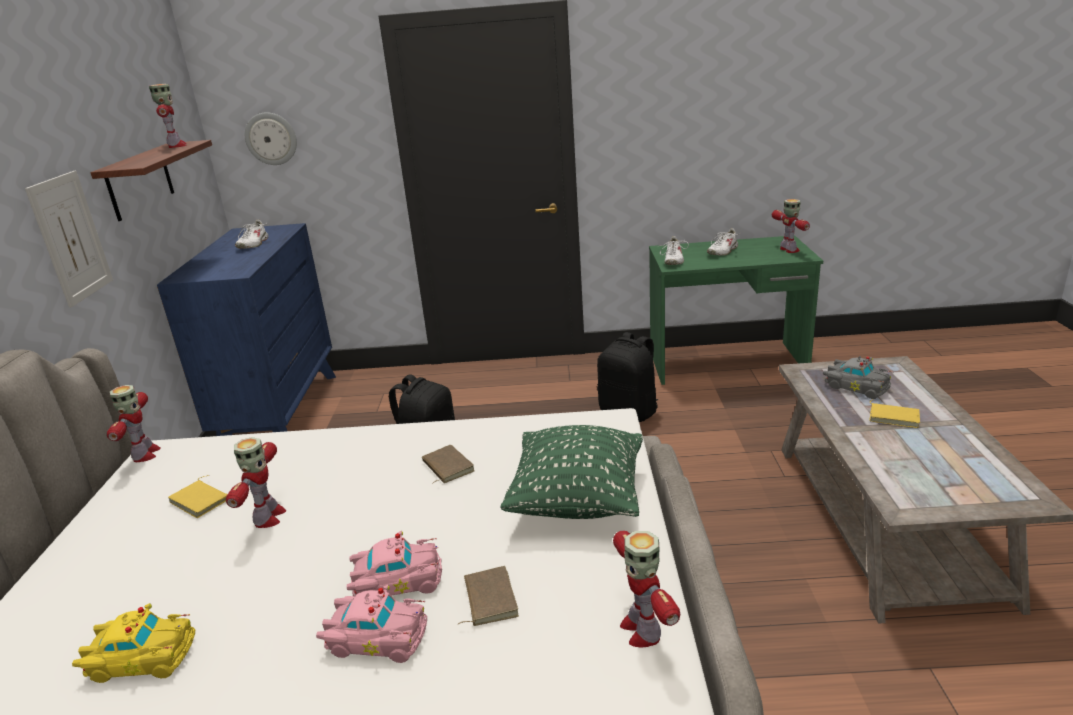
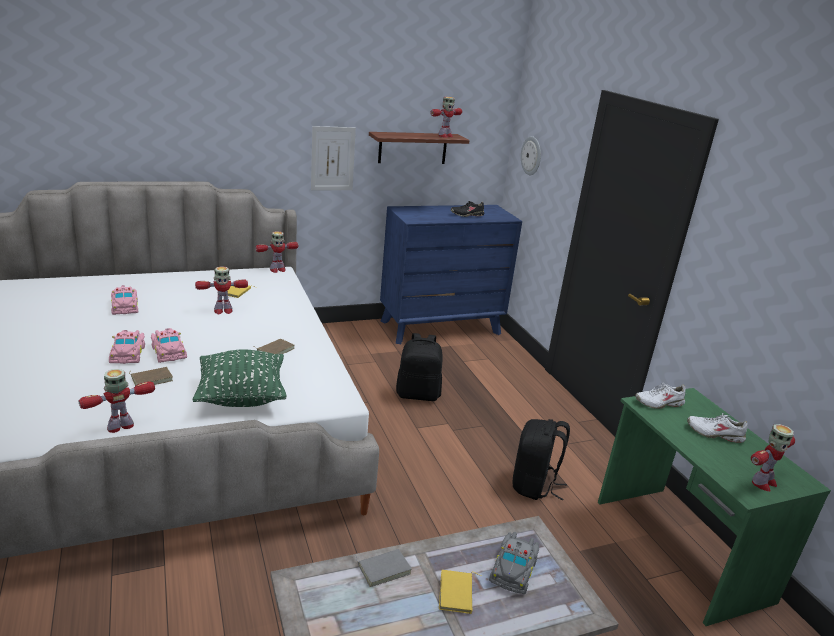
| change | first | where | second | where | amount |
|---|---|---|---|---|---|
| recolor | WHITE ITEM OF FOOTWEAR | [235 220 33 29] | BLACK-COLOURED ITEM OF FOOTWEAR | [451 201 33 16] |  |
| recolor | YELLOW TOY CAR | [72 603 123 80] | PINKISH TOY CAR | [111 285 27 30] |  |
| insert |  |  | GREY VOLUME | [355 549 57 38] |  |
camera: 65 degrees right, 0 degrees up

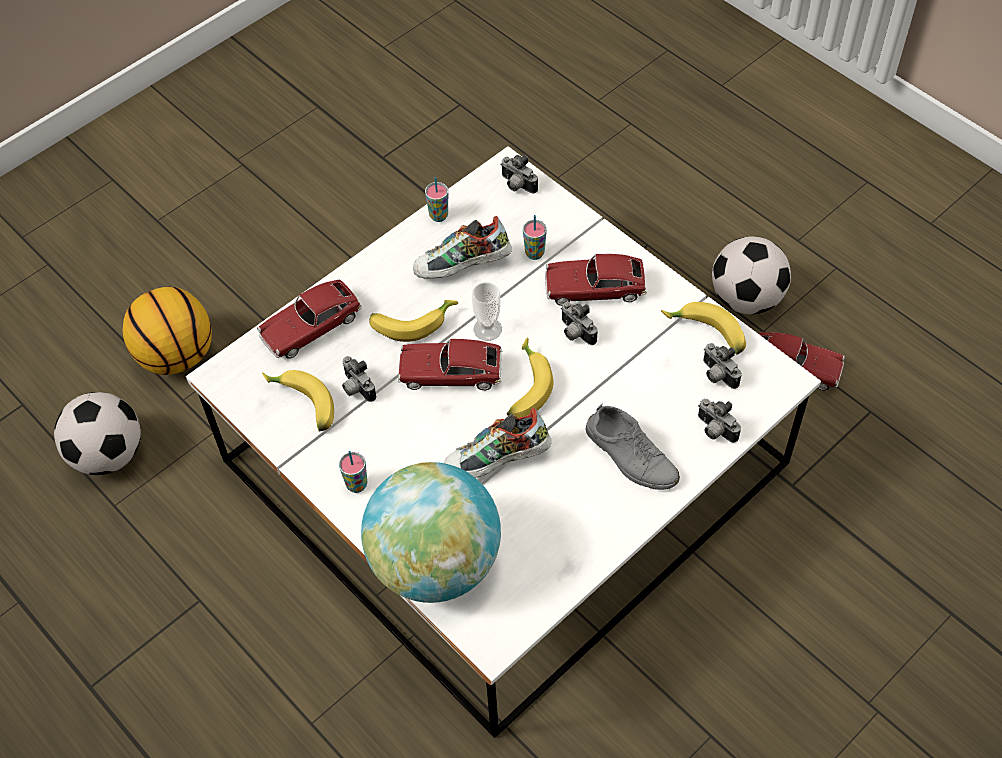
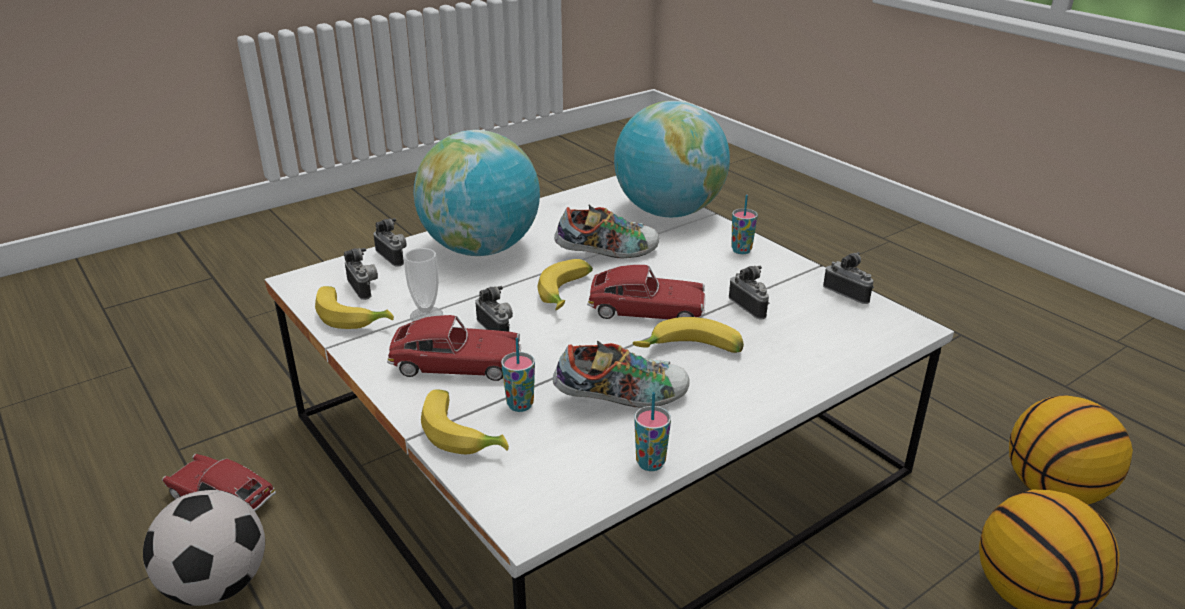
| change | first | where | second | where | amount |
|---|---|---|---|---|---|
| move | STILL CAMERA | [500 155 38 39] |  | [823 252 51 52] |  |
| delete | TOY CAR | [257 279 105 80] |  |  |  |
| move | SMALL CUP | [472 282 30 59] |  | [404 248 39 73] |  |
| move | BANANA FRUIT | [262 370 72 62] |  | [421 389 88 65] |  |
| replace | BALL FOR FOOTBALL | [54 392 87 83] | BASKETBALL BALL | [1009 395 124 110] |  |
| replace | GREY ITEM OF FOOTWEAR | [586 403 94 87] | DESK GLOBE | [414 130 126 126] |  |
camera: 175 degrees left, 25 degrees down

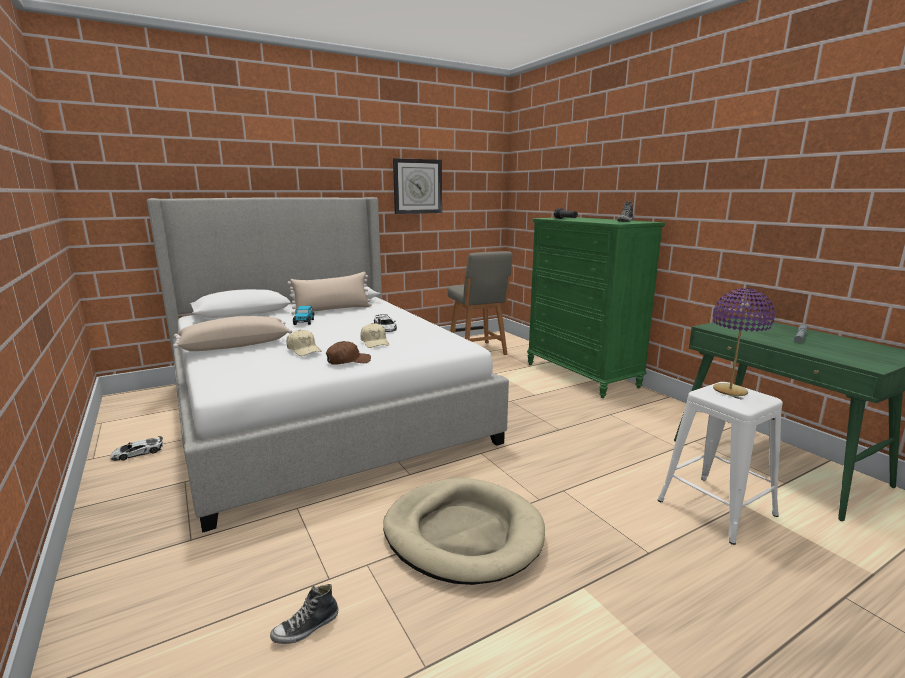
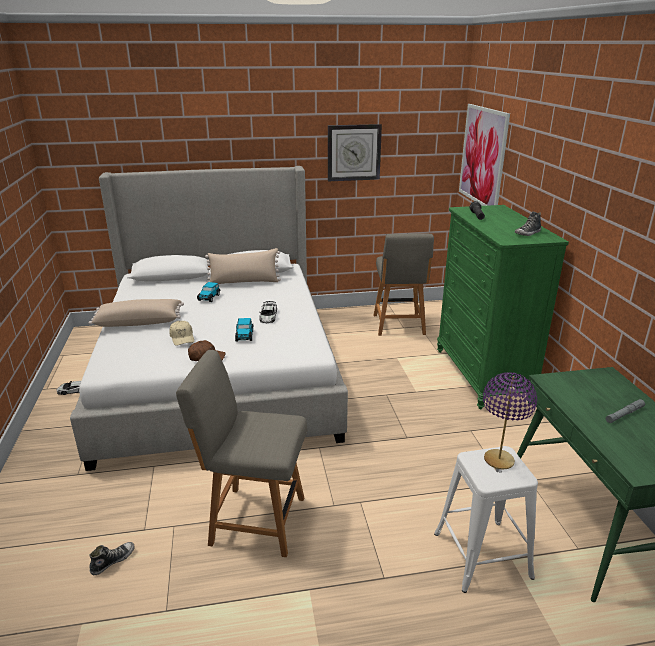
| change | first | where | second | where | amount |
|---|---|---|---|---|---|
| replace | BEIGE PEAKED CAP | [360 323 29 25] | TOY CAR | [235 318 19 23] |  |
| replace | BEIGE DOG CUSHION | [383 478 162 107] | GREY PLAIN CHAIR | [176 350 131 207] |  |
| rotate | ITEM OF FOOTWEAR | [270 584 68 60] |  | [89 542 46 33] | 150 degrees clockwise |
| insert |  |  | WALL PICTURE | [459 104 51 102] |  |
camera: 20 degrees right, 10 degrees up

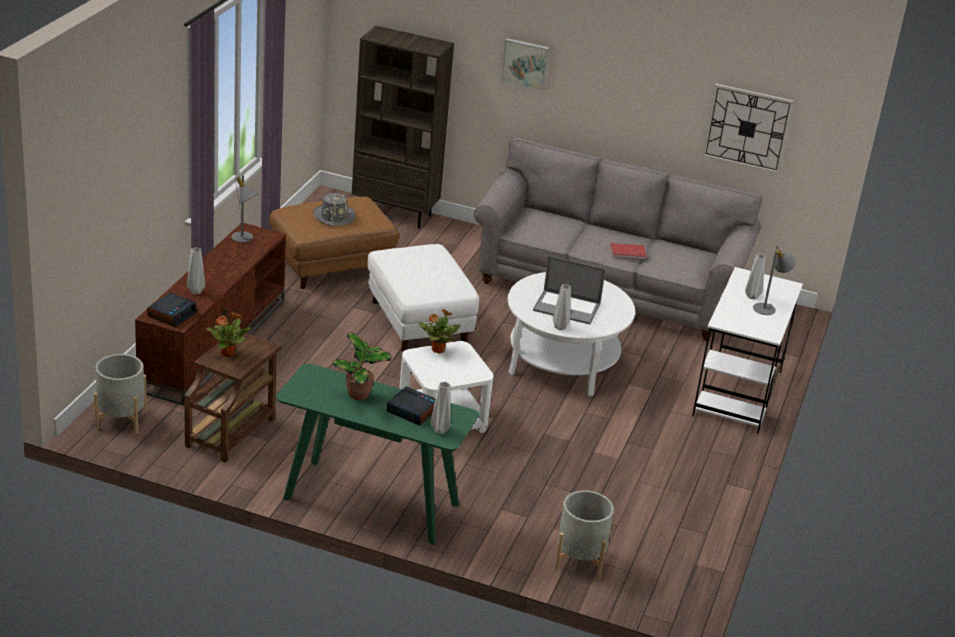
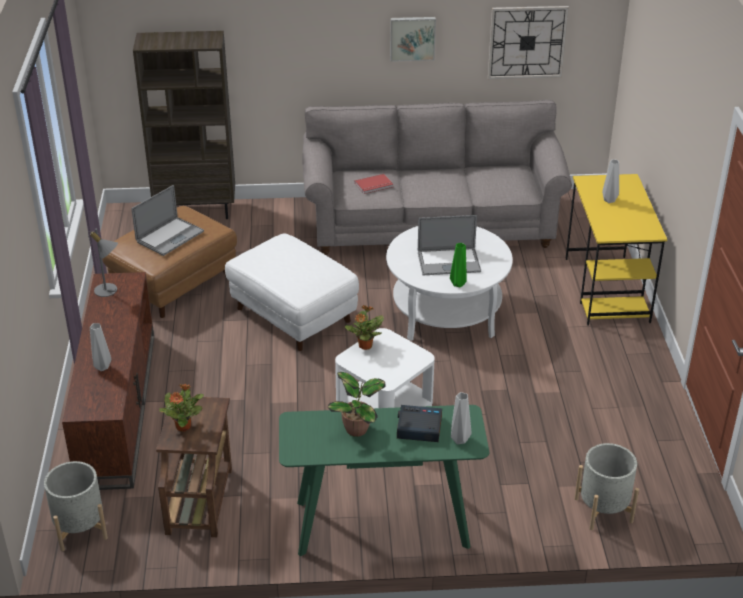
| change | first | where | second | where | amount |
|---|---|---|---|---|---|
| move | WALL PICTURE | [501 38 49 53] |  | [390 17 46 44] |  |
| replace | GREY CLOTHING HAT | [313 193 43 33] | NOTEBOOK COMPUTER | [131 185 73 71] |  |
| move | RED-COLOURED VOLUME | [611 243 36 17] |  | [355 174 38 20] |  |
| delete | GREY TABLE LAMP | [753 246 43 69] |  |  |  |
| recolor | WHITE DESK UNIT | [692 267 111 167] | YELLOW DESK UNIT | [566 174 102 152] |  |
| recolor | GREY VASE | [553 284 18 46] | GREEN VASE | [450 243 17 44] |  |
| delete | BEDSIDE CLOCK | [147 293 50 34] |  |  |  |
camera: 20 degrees left, 5 degrees up

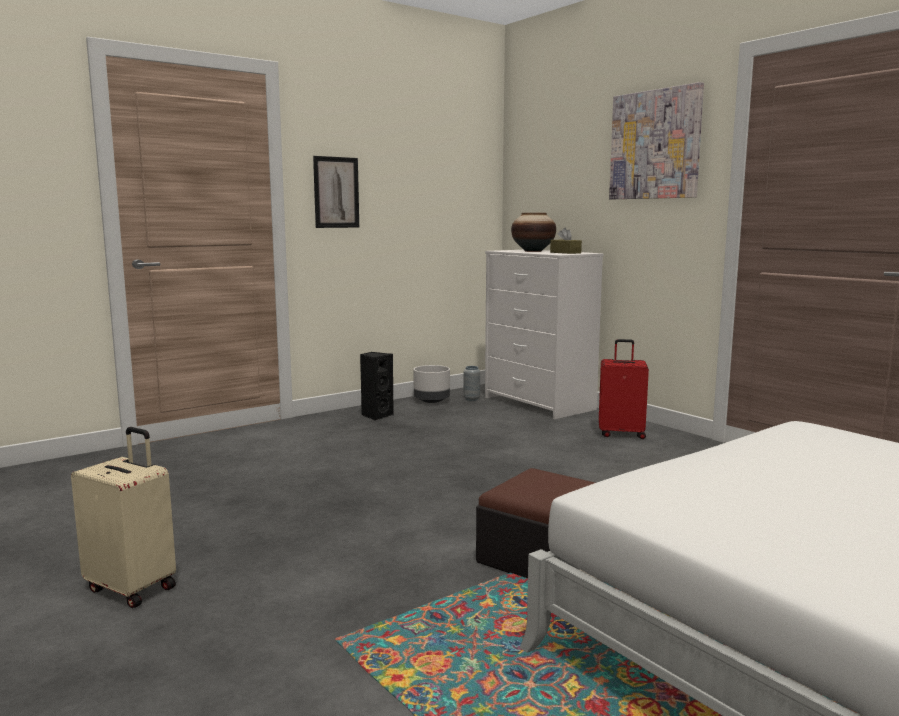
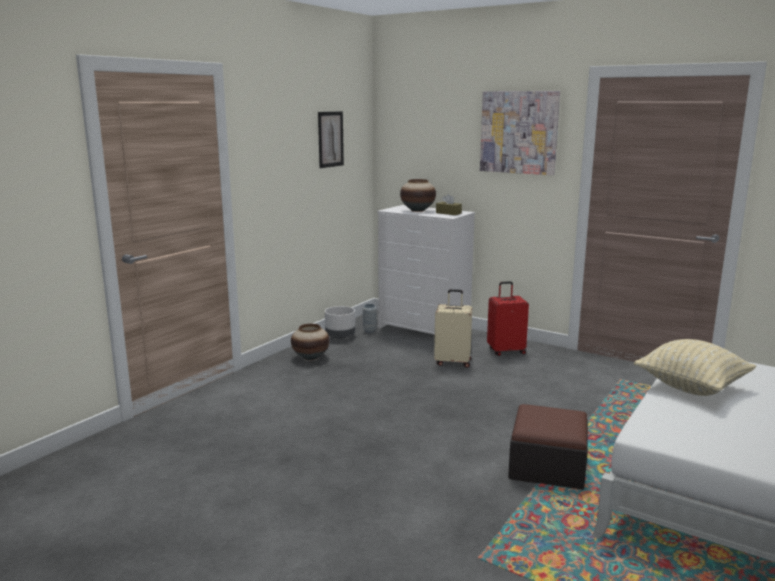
| change | first | where | second | where | amount |
|---|---|---|---|---|---|
| move | WALL PICTURE | [313 156 46 72] |  | [318 111 26 57] |  |
| replace | BLACK-COLOURED SPEAKER | [360 352 34 69] | VASE | [291 324 39 36] |  |
| move | BEIGE PIECE OF LUGGAGE | [71 427 105 181] |  | [434 289 38 79] |  |
| insert |  |  | BEIGE CUSHION | [634 339 122 57] |  |
camera: 20 degrees left, 5 degrees up

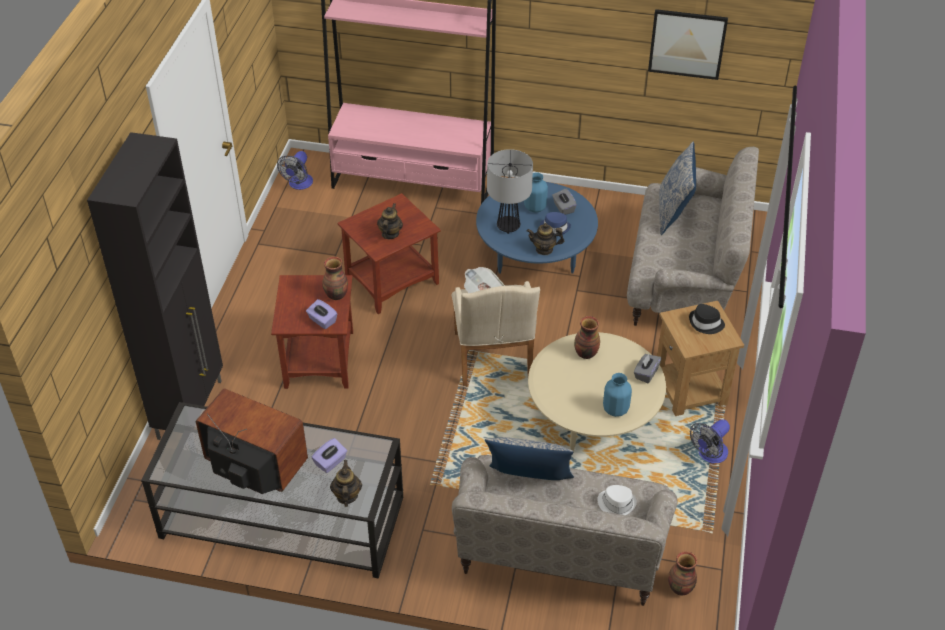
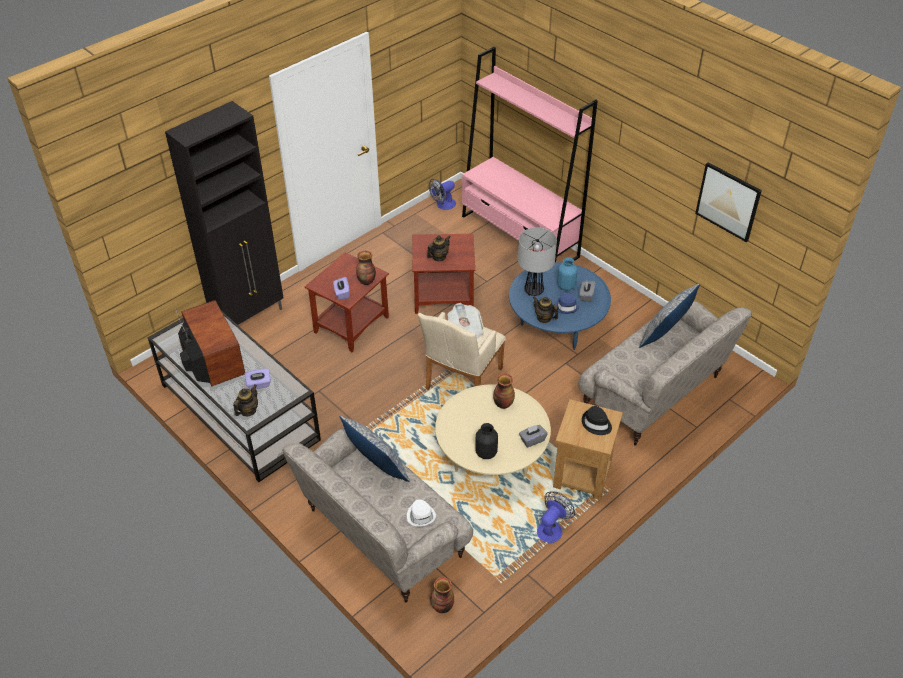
| change | first | where | second | where | amount |
|---|---|---|---|---|---|
| recolor | BLUE-COLOURED VASE | [603 373 29 44] | BLACK-COLOURED VASE | [475 423 23 36] |  |
| rotate | COOLING FAN | [690 419 40 45] |  | [537 491 38 52] | 135 degrees clockwise |
camera: 35 degrees right, 0 degrees up

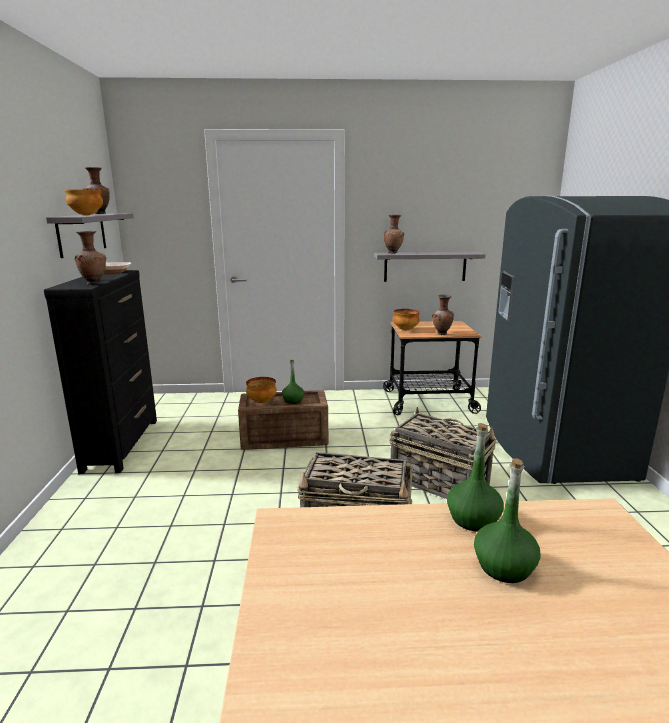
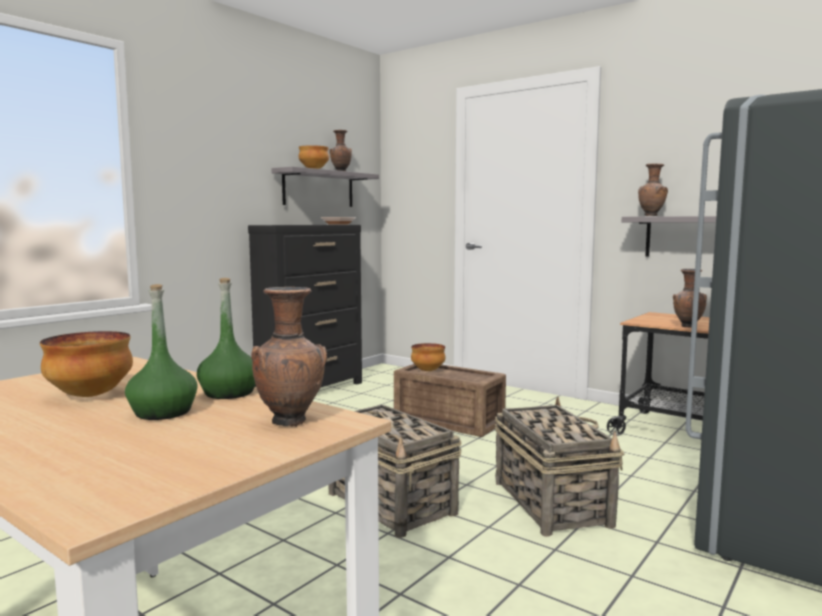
| change | first | where | second | where | amount |
|---|---|---|---|---|---|
| move | BROWN VASE | [75 231 31 54] |  | [251 287 76 140] |  |
| move | BOWL | [393 309 27 21] |  | [40 331 93 66] |  |
| delete | GREEN BOTTLE | [282 360 22 44] |  |  |  |
camera: 40 degrees right, 10 degrees down

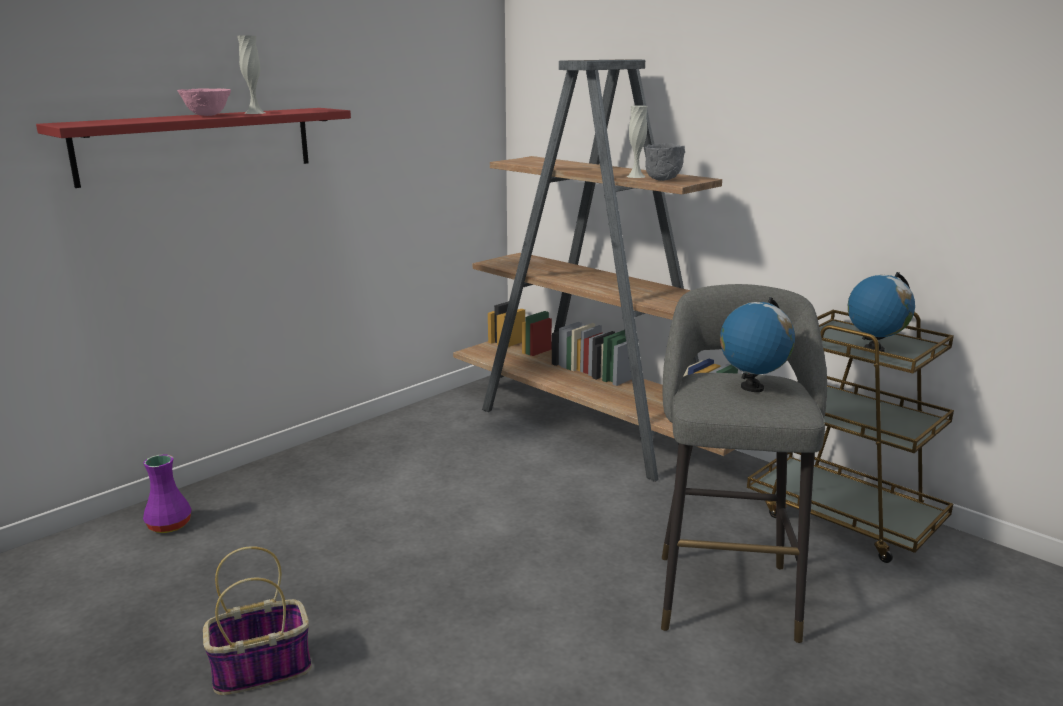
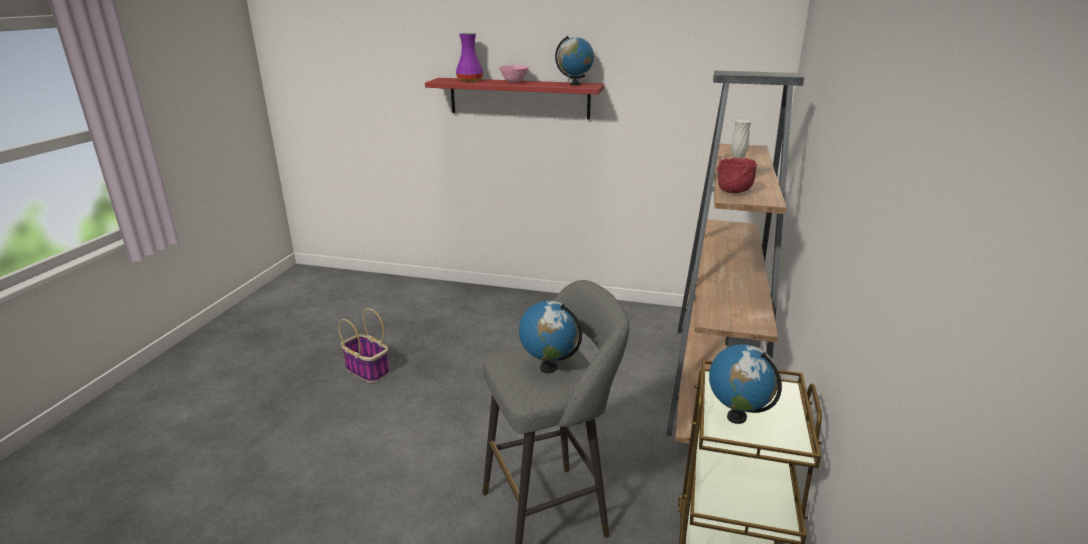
| change | first | where | second | where | amount |
|---|---|---|---|---|---|
| delete | WHITE VASE | [237 36 28 78] |  |  |  |
| recolor | GREY BOWL | [645 143 40 38] | RED-COLOURED BOWL | [717 158 40 35] |  |
| move | PURPLE-COLOURED VASE | [143 454 49 79] |  | [456 33 27 49] |  |
| insert |  |  | DESK GLOBE | [555 36 39 50] |  |
camera: 60 degrees right, 5 degrees up

